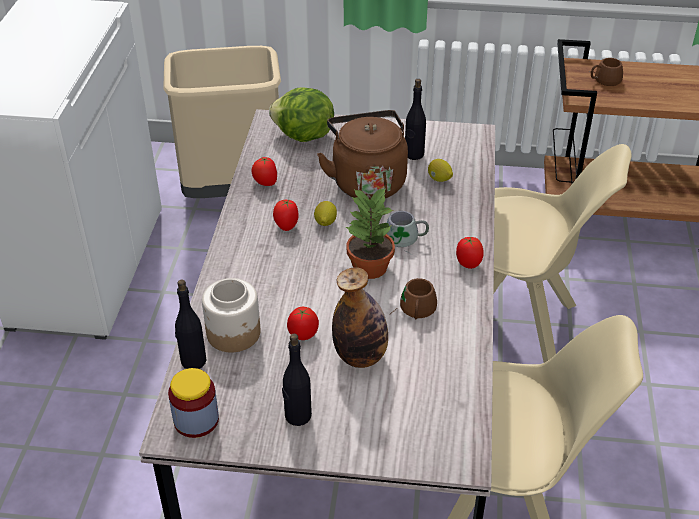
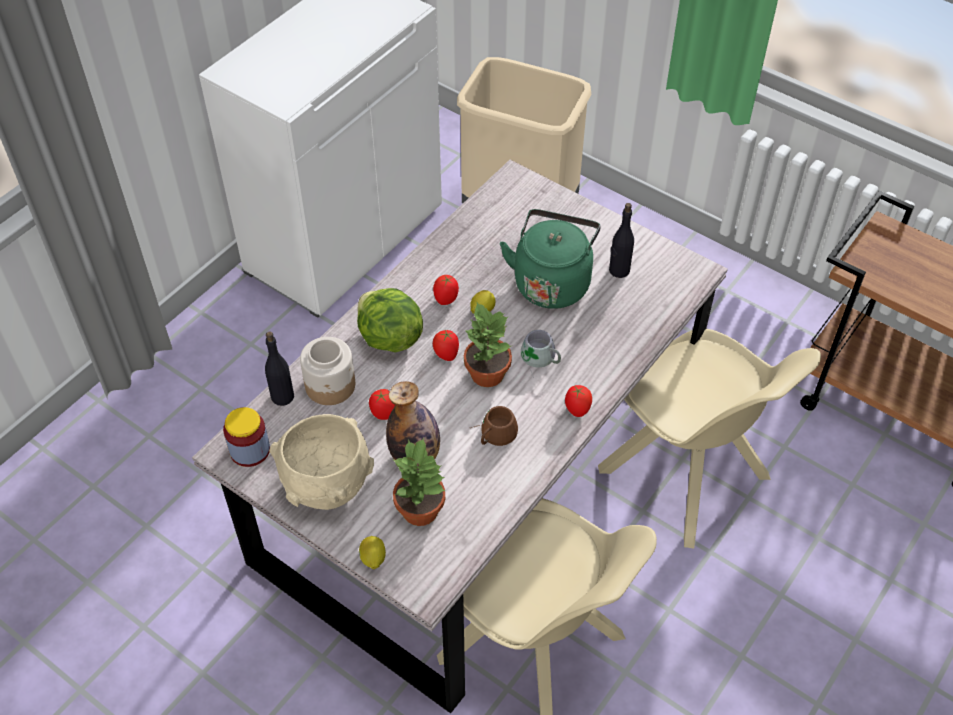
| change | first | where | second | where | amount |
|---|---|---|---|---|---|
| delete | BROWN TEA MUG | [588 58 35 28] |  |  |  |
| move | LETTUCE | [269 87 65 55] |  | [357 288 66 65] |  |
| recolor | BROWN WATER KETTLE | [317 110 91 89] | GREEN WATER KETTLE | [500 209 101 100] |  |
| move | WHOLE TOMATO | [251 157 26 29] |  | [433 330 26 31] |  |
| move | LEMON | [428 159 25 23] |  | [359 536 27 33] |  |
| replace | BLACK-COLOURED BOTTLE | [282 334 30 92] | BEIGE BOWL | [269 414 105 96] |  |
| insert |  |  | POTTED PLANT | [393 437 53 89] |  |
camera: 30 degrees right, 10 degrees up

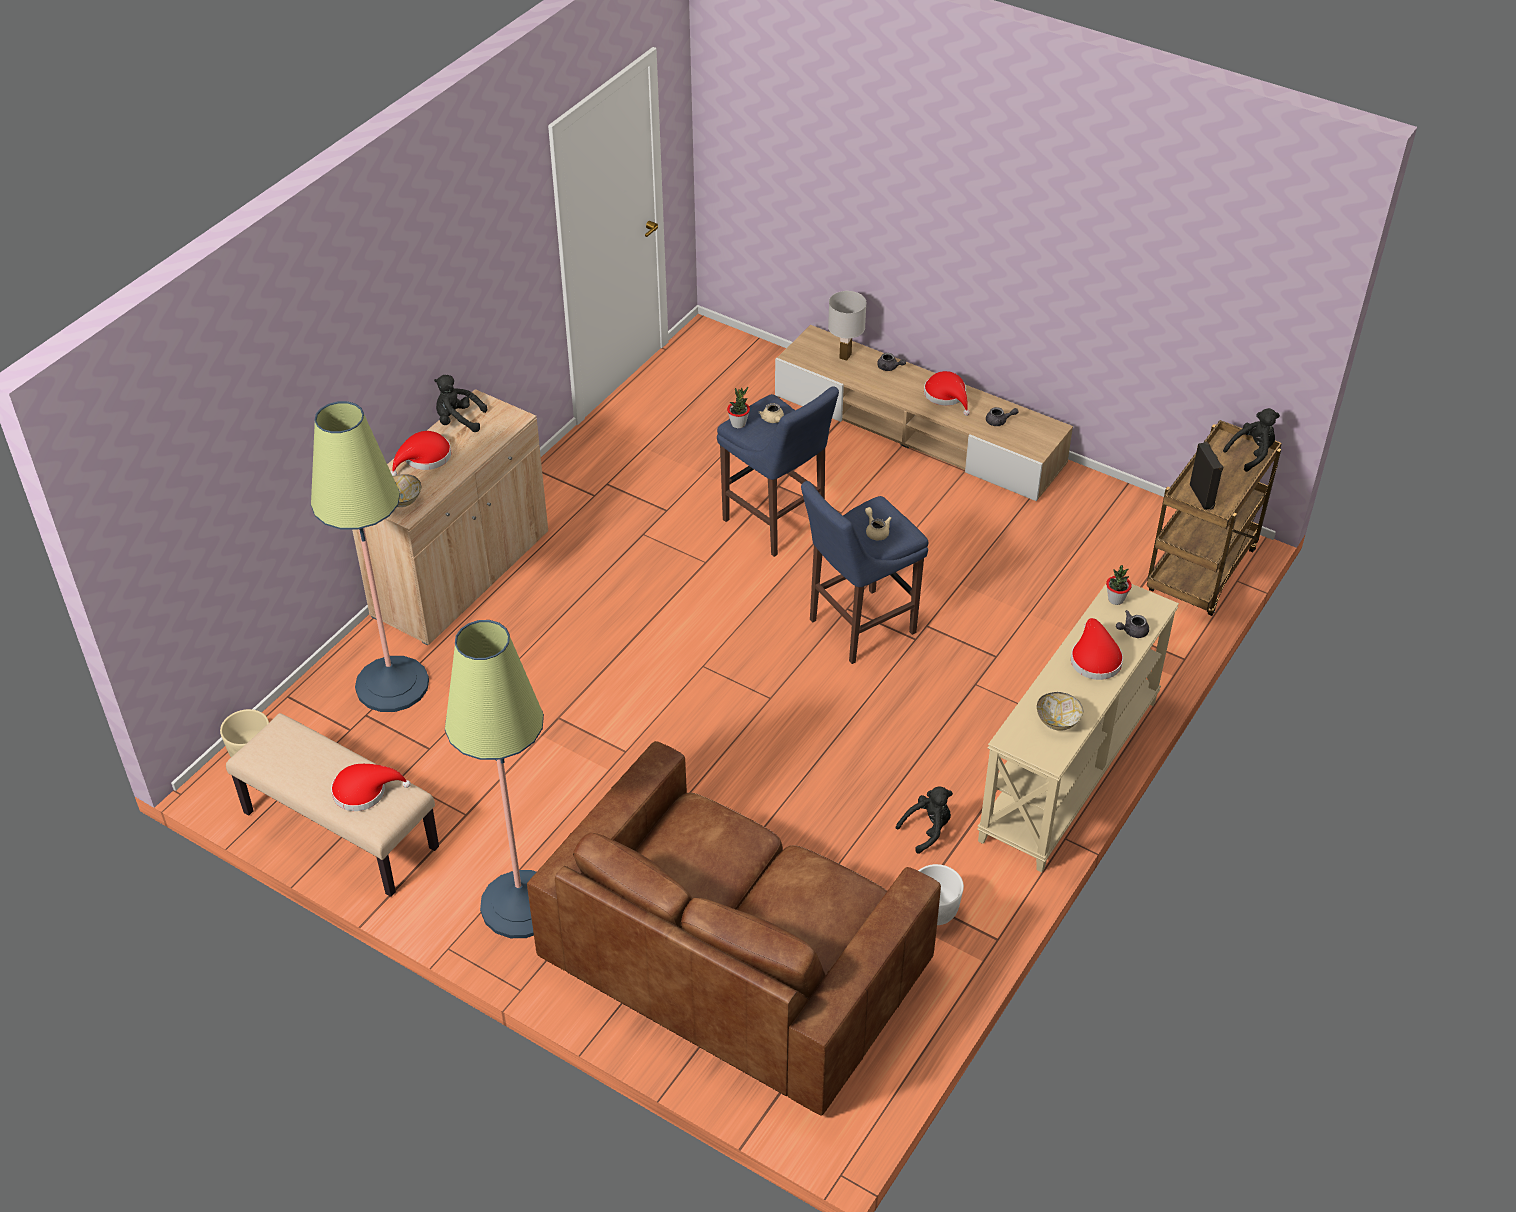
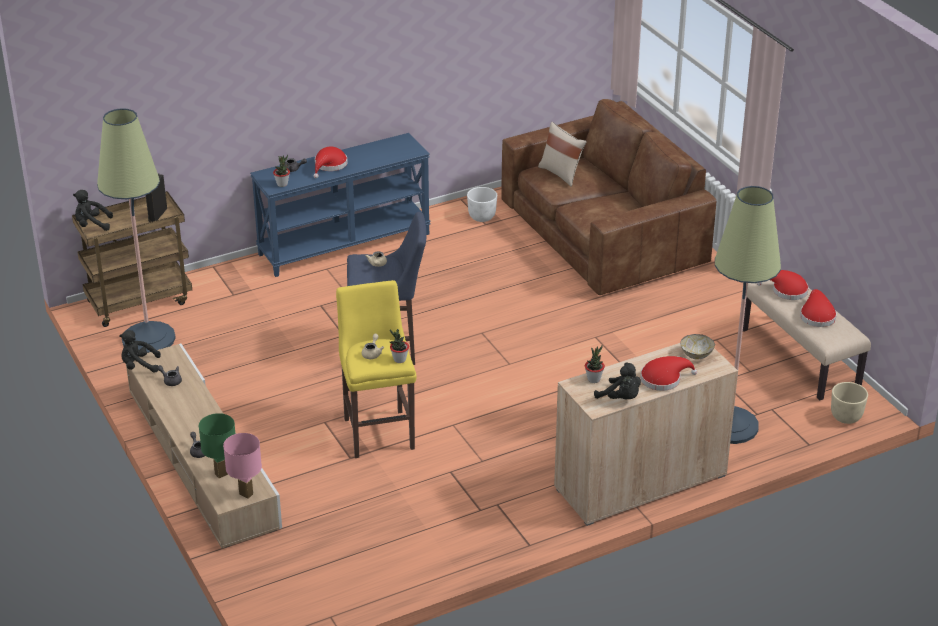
| change | first | where | second | where | amount |
|---|---|---|---|---|---|
| recolor | WHITE TABLE LAMP | [828 291 39 70] | GREEN TABLE LAMP | [199 413 36 65] |  |
| move | RED-COLOURED CLOTHING HAT | [924 371 46 45] |  | [800 289 37 38] |  |
| recolor | BLUE-COLOURED SITTING STOOL | [717 386 122 171] | YELLOW SITTING STOOL | [336 280 81 178] |  |
| recolor | BEIGE CONSOLE TABLE | [977 576 202 296] | BLUE-COLOURED CONSOLE TABLE | [250 133 181 144] |  |
| move | FLOOR LAMP | [445 620 99 318] |  | [97 108 79 245] |  |
| delete | BOWL | [1037 692 46 39] |  |  |  |
| move | BLACK-COLOURED CUDDLY TOY | [896 786 57 68] |  | [119 330 42 43] |  |
| insert |  |  | BEIGE CUSHION | [538 122 49 65] |  |
| insert |  |  | POTTED PLANT | [585 345 20 38] |  |
| insert |  |  | PINKISH TABLE LAMP | [223 433 39 66] |  |
camera: 150 degrees left, 10 degrees down

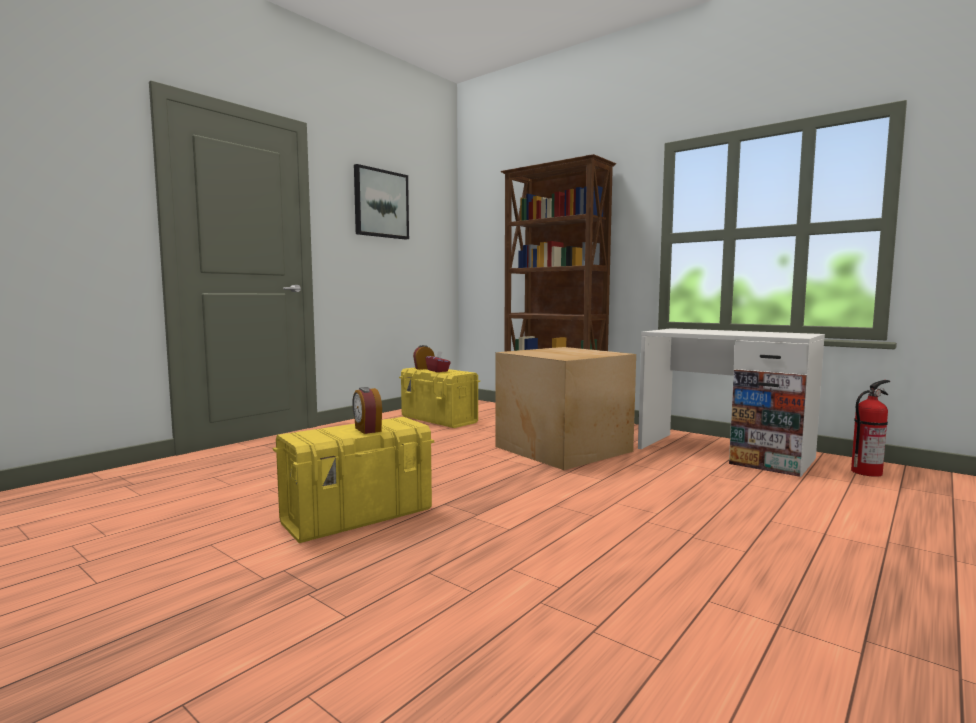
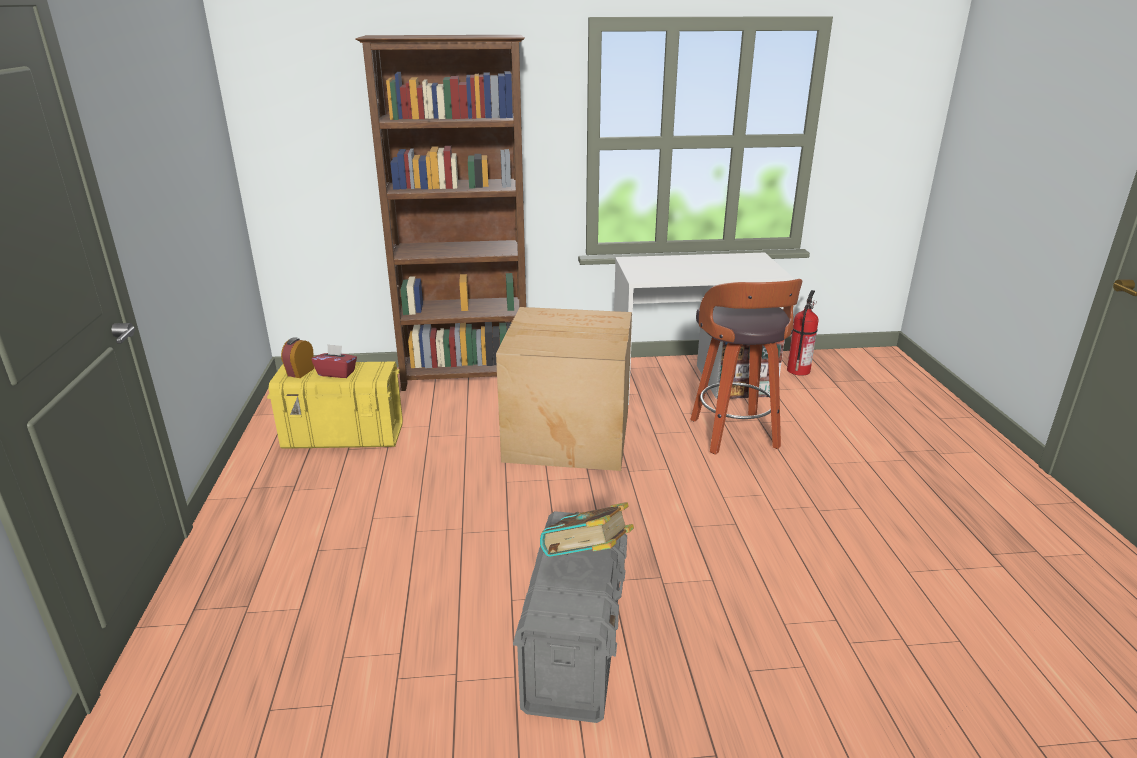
| change | first | where | second | where | amount |
|---|---|---|---|---|---|
| delete | WALL PICTURE | [354 164 55 76] |  |  |  |
| replace | BEDSIDE CLOCK | [352 387 30 47] | VOLUME | [540 502 94 55] |  |
| recolor | YELLOW STORAGE BOX | [273 417 161 126] | GREY STORAGE BOX | [513 511 114 212] |  |
| insert |  |  | SITTING STOOL | [690 279 112 175] |  |
camera: 45 degrees left, 20 degrees up

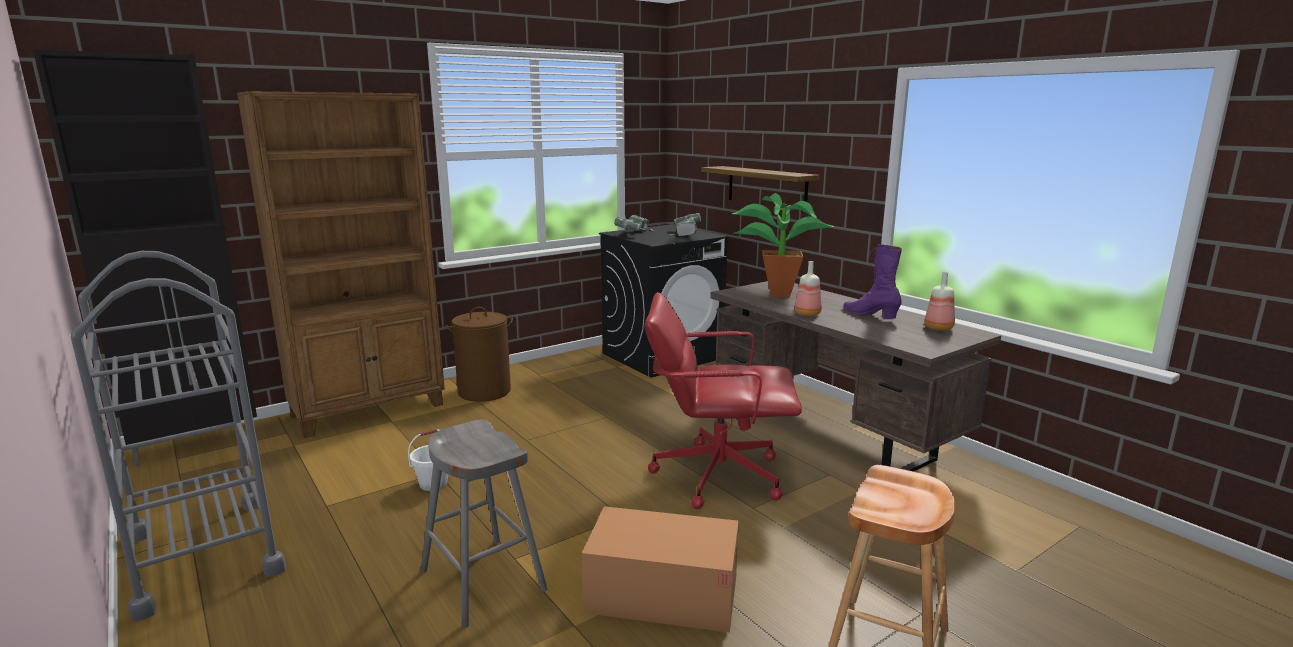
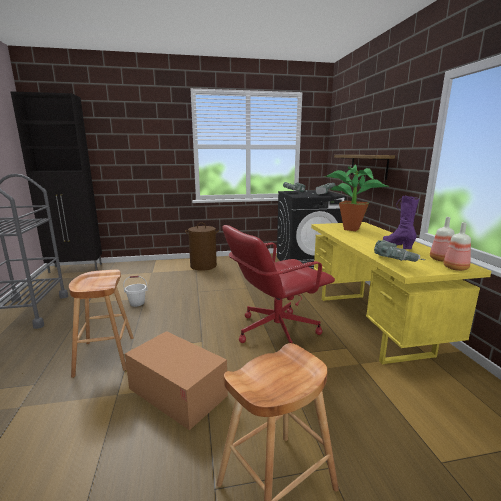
| change | first | where | second | where | amount |
|---|---|---|---|---|---|
| delete | BROWN BOOKSHELF | [237 91 208 347] |  |  |  |
| move | BOTTLE | [795 261 27 55] |  | [443 222 28 49] |  |
| recolor | BROWN DESK UNIT | [710 281 291 191] | YELLOW DESK UNIT | [311 222 181 143] |  |
| rotate | RED-COLOURED OFFICE CHAIR | [645 292 157 217] |  | [223 225 112 118] | 60 degrees counterclockwise |
| recolor | GREY SITTING STOOL | [421 419 126 209] | BROWN SITTING STOOL | [69 270 65 108] |  |
| insert |  |  | ELECTRIC DRILL | [374 240 51 22] |  |
camera: 25 degrees right, 0 degrees up

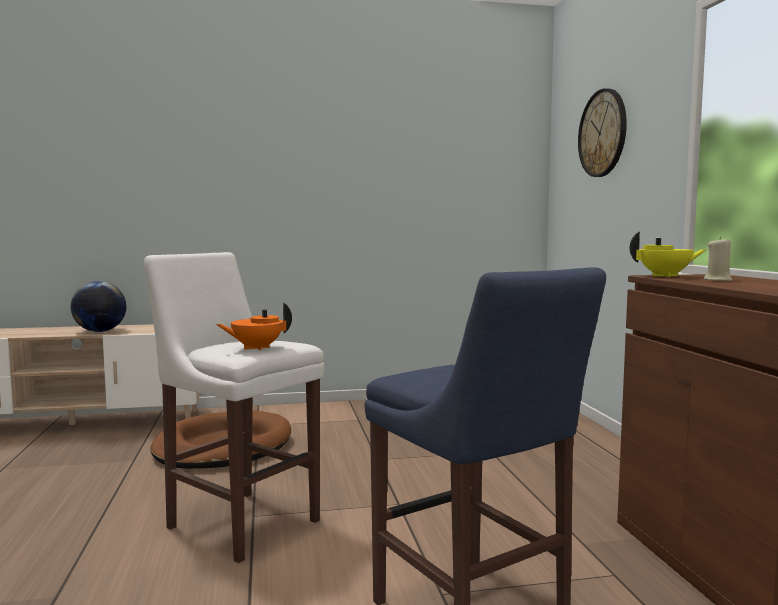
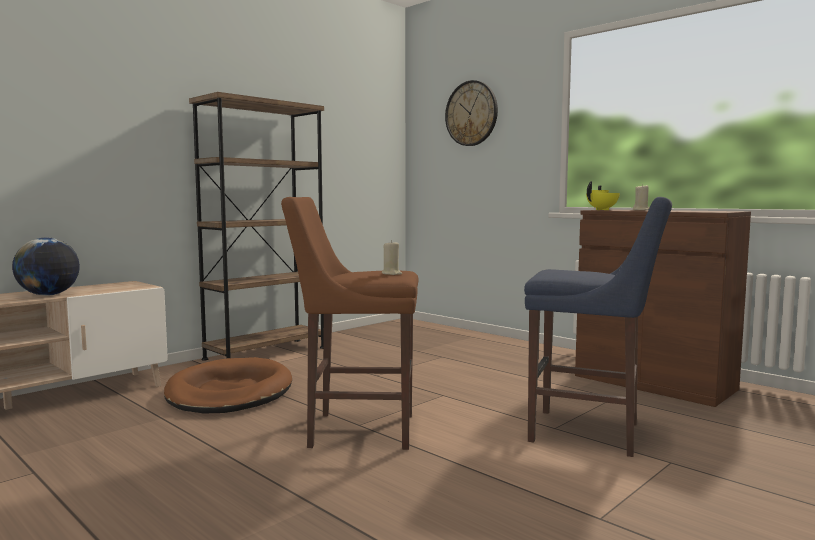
| change | first | where | second | where | amount |
|---|---|---|---|---|---|
| recolor | WHITE SITTING STOOL | [144 252 181 311] | BROWN SITTING STOOL | [281 197 138 253] |  |
| replace | ORANGEY POT FOR TEA | [216 303 76 48] | BEIGE WAX LIGHT | [382 240 20 35] |  |
| insert |  |  | BROWN BOOKSHELF | [189 92 135 269] |  |
camera: 35 degrees left, 0 degrees up

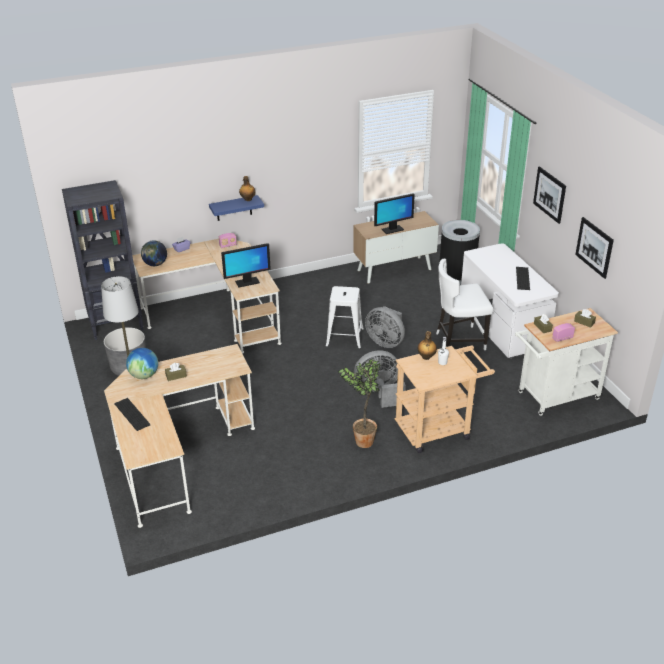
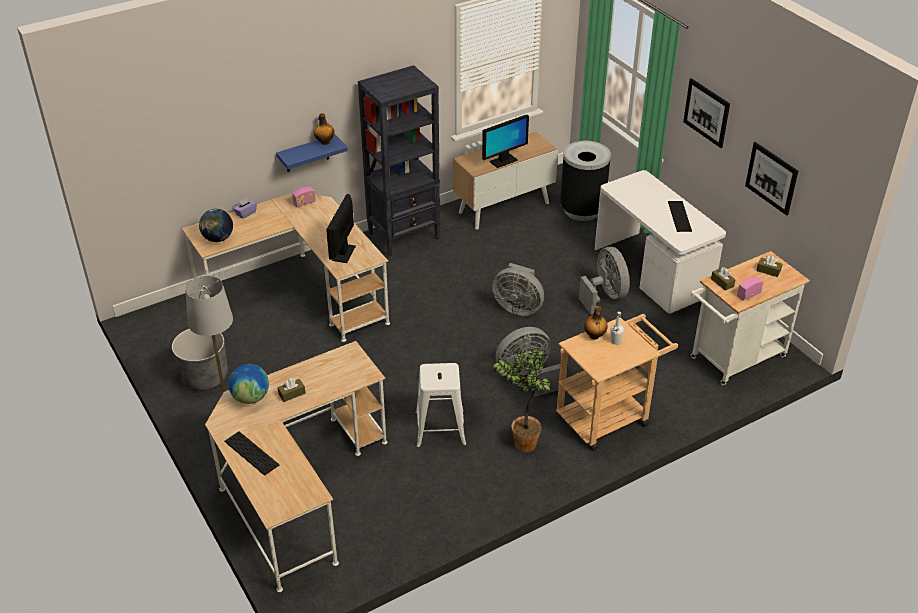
| change | first | where | second | where | amount |
|---|---|---|---|---|---|
| move | BLACK-COLOURED BOOKSHELF | [62 180 81 160] |  | [358 65 83 192] |  |
| rotate | COMPUTER SCREEN | [221 243 50 44] |  | [326 194 30 69] | 135 degrees clockwise |
| replace | WHITE PLAIN CHAIR | [436 259 57 91] | GREY COOLING FAN | [579 247 51 68] |  |
| move | WHITE SITTING STOOL | [326 286 38 63] |  | [416 363 50 85] |  |
camera: 10 degrees left, 5 degrees up

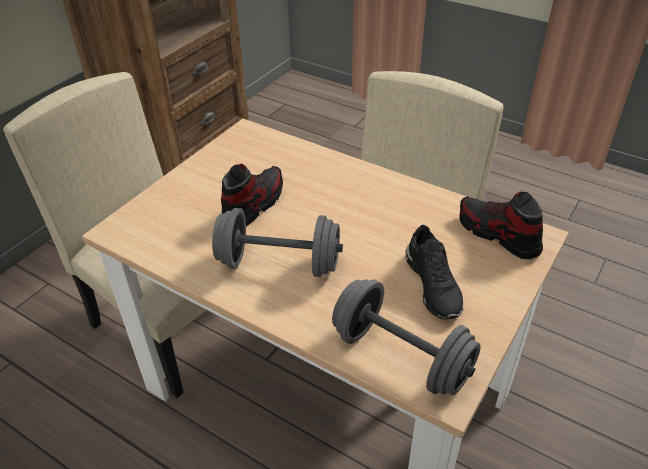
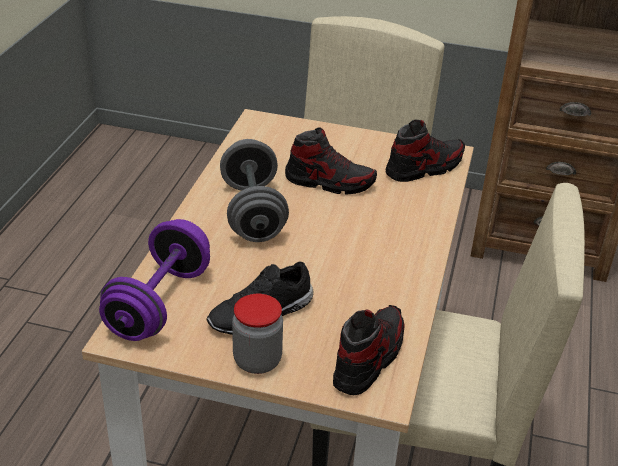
| change | first | where | second | where | amount |
|---|---|---|---|---|---|
| recolor | GREY FREE WEIGHT | [332 279 149 116] | PURPLE-COLOURED FREE WEIGHT | [99 219 111 122] |  |
| insert |  |  | ITEM OF FOOTWEAR | [386 119 79 63] |  |
| insert |  |  | STORAGE JAR | [232 294 51 80] |  |
camera: 70 degrees right, 5 degrees down

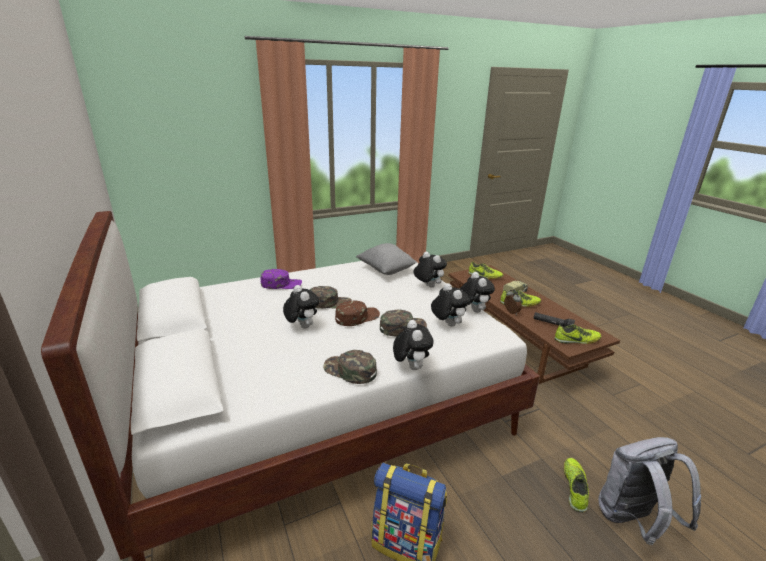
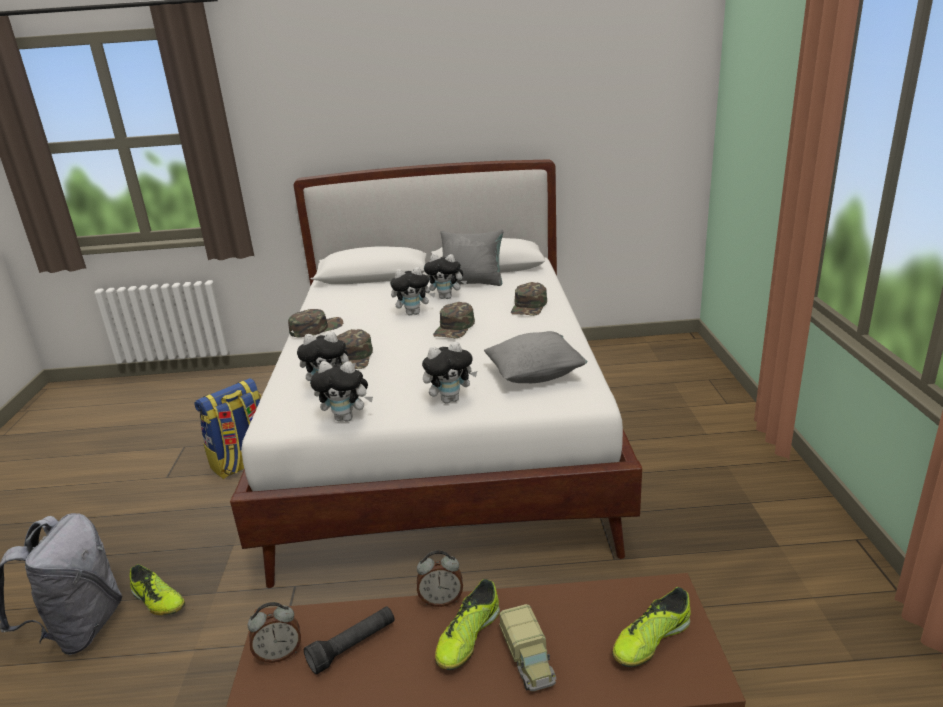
| change | first | where | second | where | amount |
|---|---|---|---|---|---|
| recolor | PURPLE-COLOURED PEAKED CAP | [261 269 41 20] | GREEN PEAKED CAP | [511 282 36 34] |  |
| delete | BROWN PEAKED CAP | [335 300 45 26] |  |  |  |
| move | CUDDLY TOY | [393 320 41 50] |  | [424 254 43 45] |  |
| replace | ITEM OF FOOTWEAR | [554 325 47 19] | BEDSIDE CLOCK | [247 602 54 61] |  |
| insert |  |  | GREY CUSHION | [440 229 64 57] |  |
camera: 115 degrees right, 0 degrees up

